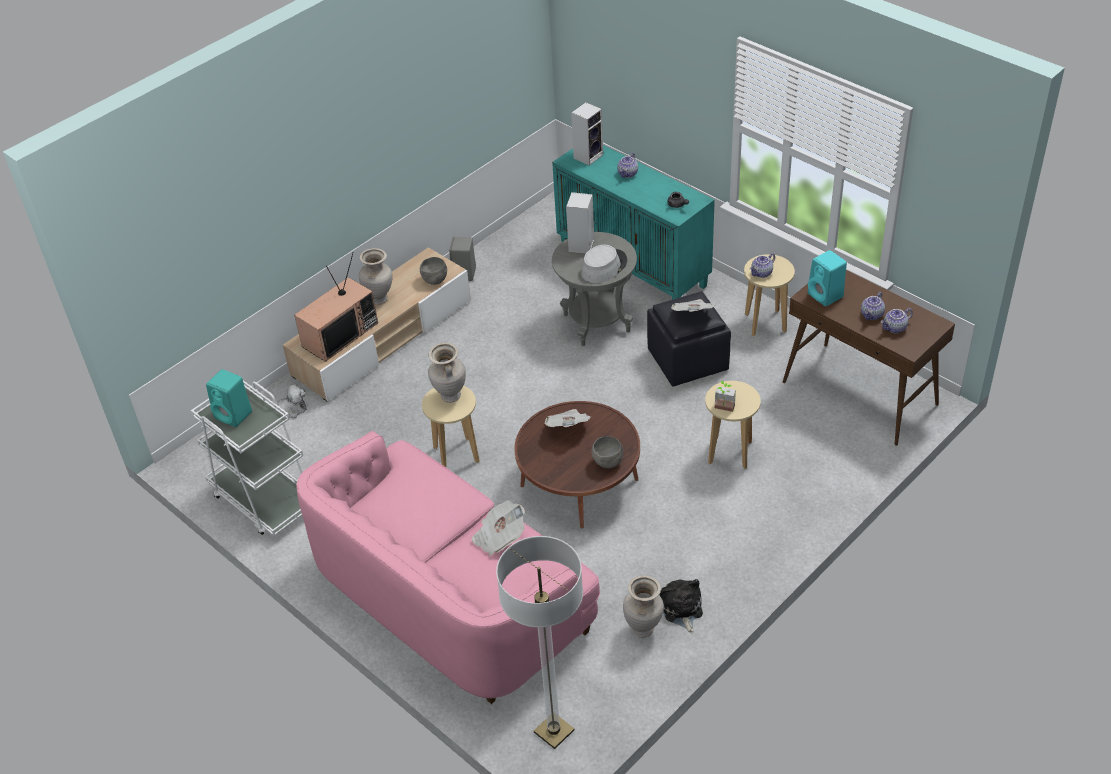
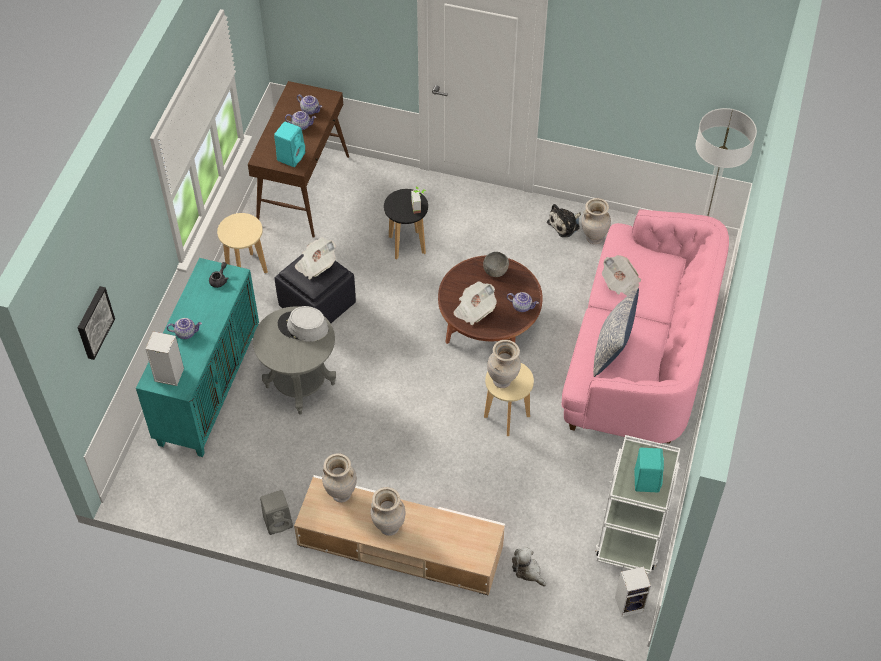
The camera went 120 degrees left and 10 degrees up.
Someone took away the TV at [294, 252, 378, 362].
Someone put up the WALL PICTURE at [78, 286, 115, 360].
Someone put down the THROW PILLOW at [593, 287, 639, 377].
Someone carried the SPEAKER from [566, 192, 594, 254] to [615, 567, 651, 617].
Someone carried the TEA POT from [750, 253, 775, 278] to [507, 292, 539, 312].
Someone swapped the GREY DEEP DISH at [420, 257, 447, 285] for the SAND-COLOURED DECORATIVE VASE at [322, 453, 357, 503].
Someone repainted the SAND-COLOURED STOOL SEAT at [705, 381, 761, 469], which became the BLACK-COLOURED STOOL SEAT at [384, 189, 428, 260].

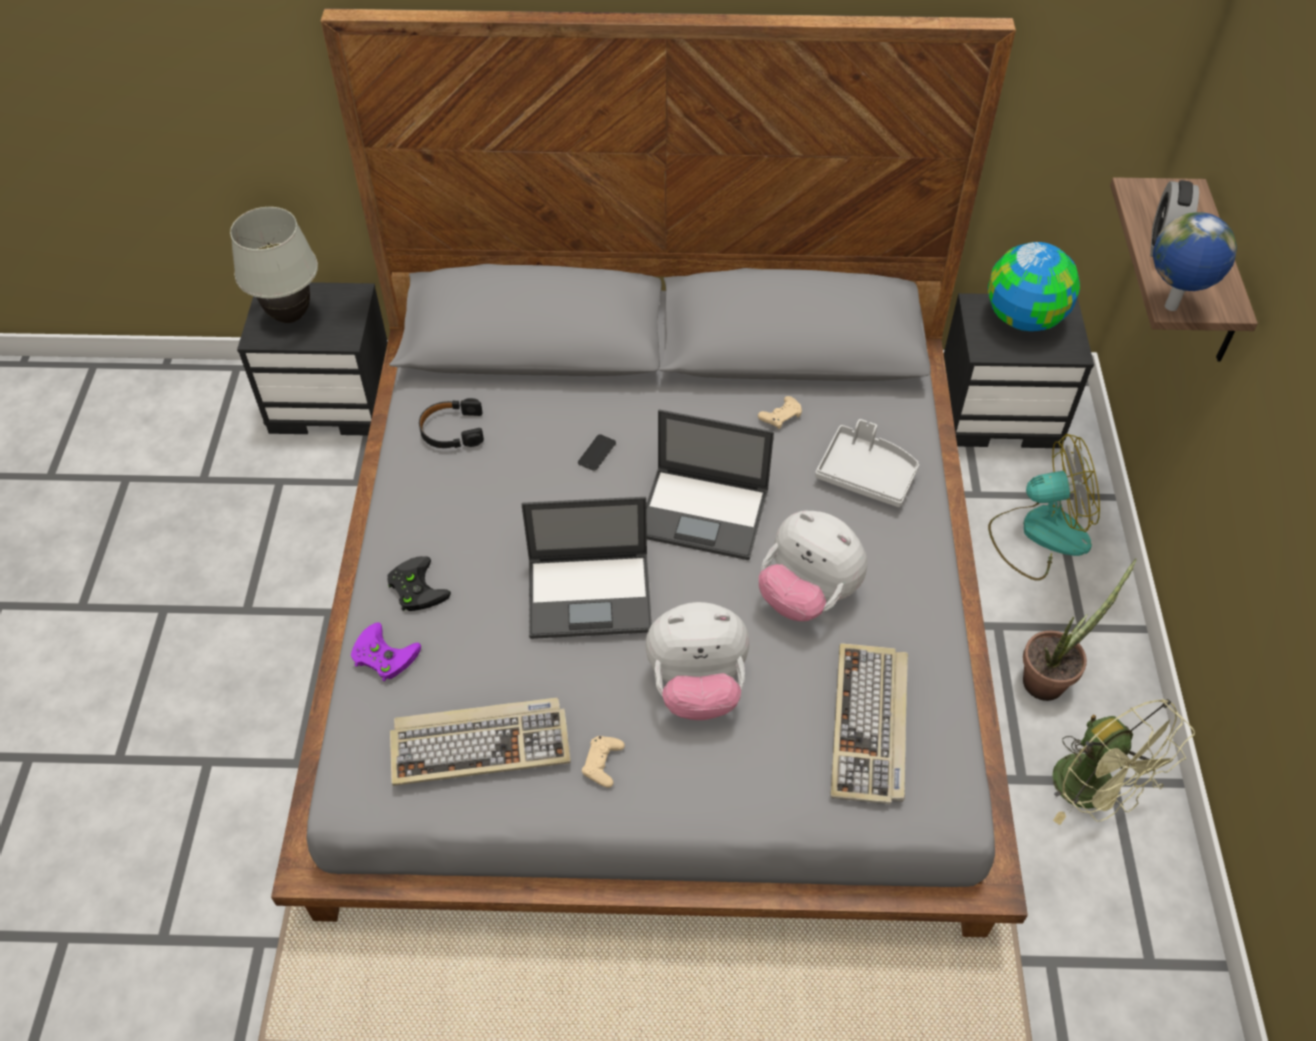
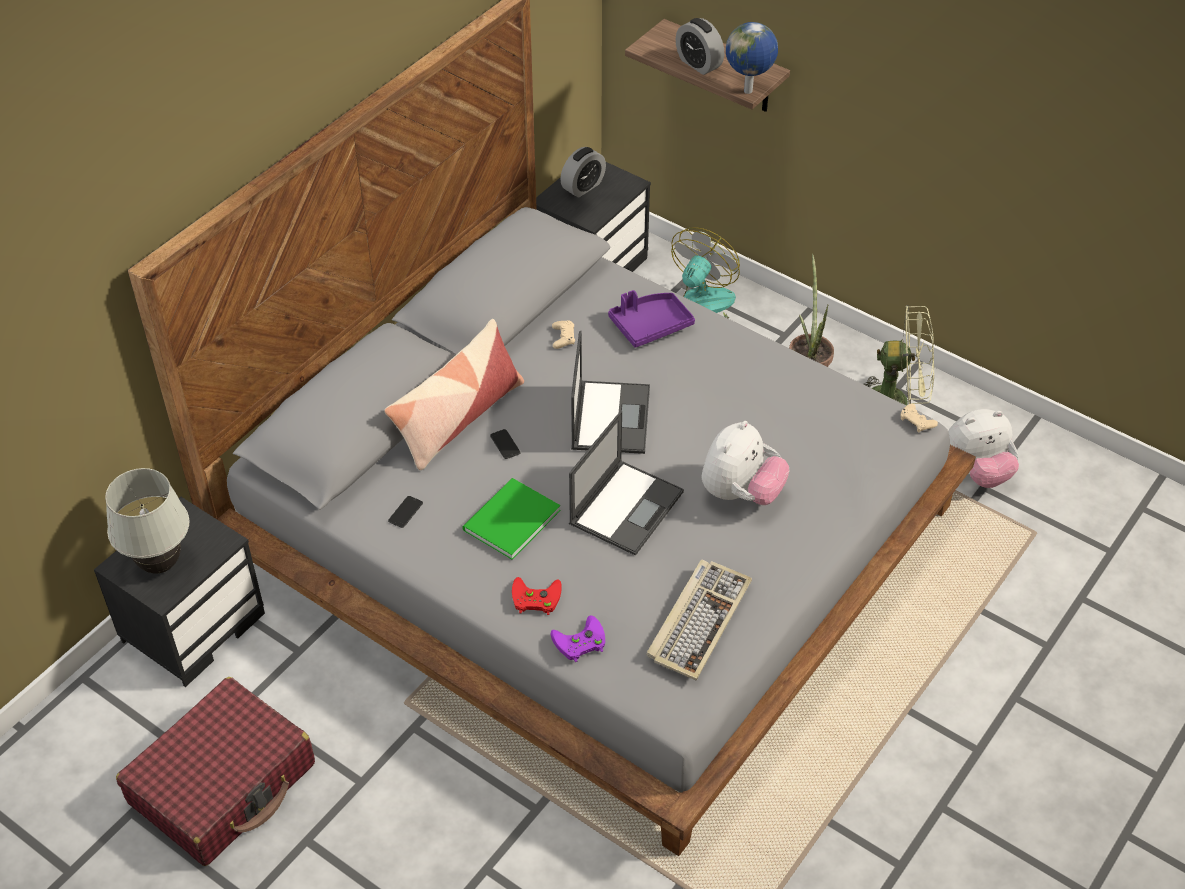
The camera went 55 degrees left and 5 degrees down.
Someone took away the KEYBOARD at [830, 643, 908, 804].
Someone put down the REDDISH PIECE OF LUGGAGE at [116, 677, 315, 866].
Someone put down the THROW PILLOW at [384, 319, 524, 470].
Someone put down the GREENISH VOLUME at [462, 478, 561, 560].
Someone carried the SAND-COLOURED GAMEPAD from [582, 736, 625, 788] to [900, 404, 938, 433].
Someone carried the SOFT TOY from [759, 511, 867, 621] to [948, 409, 1019, 488].
Someone swapped the BLACK-COLOURED HEADSET at [419, 398, 484, 448] for the HANDSET at [388, 496, 423, 528].
Someone swapped the GLOBE at [988, 242, 1080, 331] for the ALARM CLOCK at [560, 147, 606, 197].
Someone repainted the BLACK-COLOURED GAMEPAD at [387, 556, 451, 611], which became the REDDISH GAMEPAD at [512, 577, 562, 615].
Someone repainted the GREY SERVING TRAY at [815, 419, 919, 507], which became the PURPLISH SERVING TRAY at [608, 290, 695, 348].
Someone rotated the PORTABLE COMPUTER at [646, 409, 774, 560] by 45 degrees counterclockwise.

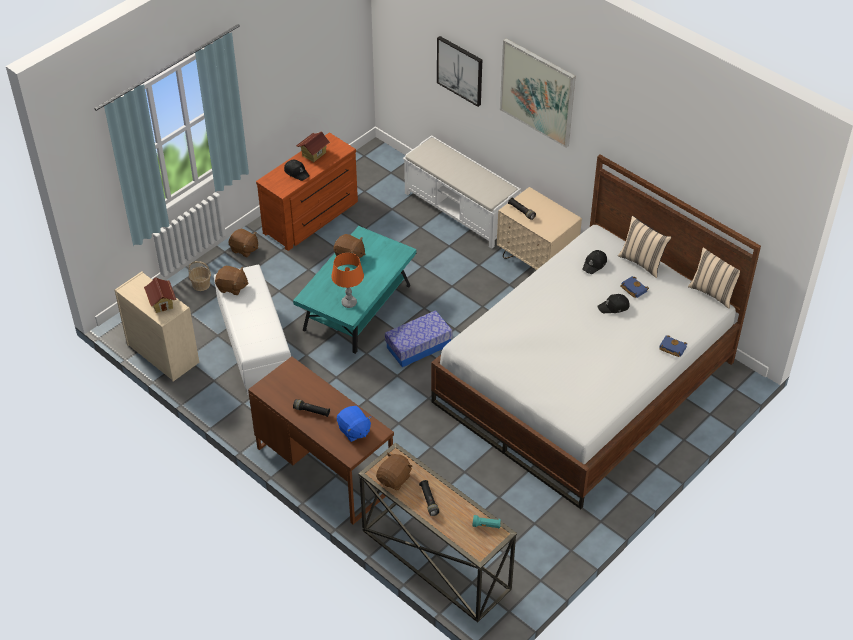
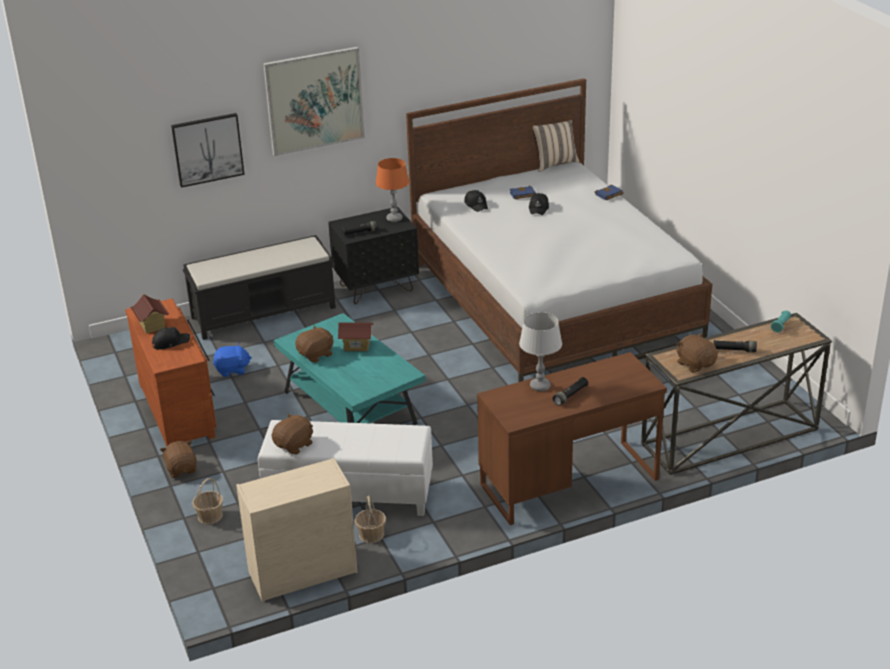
The camera went 65 degrees left and 15 degrees down.
Someone took away the STORAGE BOX at [385, 310, 453, 367].
Someone took away the SAND-COLOURED THROW PILLOW at [618, 216, 672, 278].
Someone put down the HOUSEHOLD BASKET at [355, 495, 386, 543].
Someone put down the GREY TABLE LAMP at [519, 312, 562, 391].
Someone carried the TOY HOUSE from [144, 277, 176, 313] to [338, 322, 374, 351].
Someone carried the ORANGEY TABLE LAMP from [331, 253, 364, 308] to [376, 158, 409, 222].
Someone carried the BLUISH SOFT TOY from [337, 406, 372, 442] to [213, 343, 252, 377].
Someone repainted the WHITE INDOOR BENCH at [403, 135, 522, 249], which became the BLACK-COLOURED INDOOR BENCH at [183, 235, 336, 340].
Someone repainted the SAND-COLOURED NIGHT TABLE at [497, 187, 582, 270], which became the BLACK-COLOURED NIGHT TABLE at [328, 207, 419, 304].
Someone rotated the BROWNISH SOFT TOY at [228, 229, 258, 257] by 75 degrees counterclockwise.

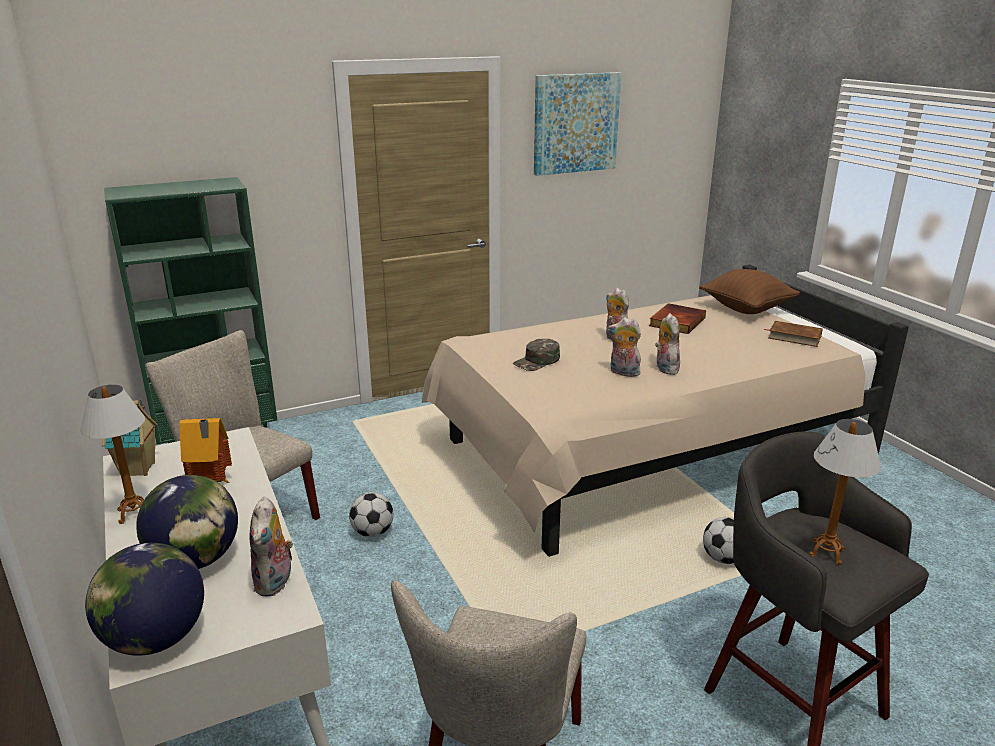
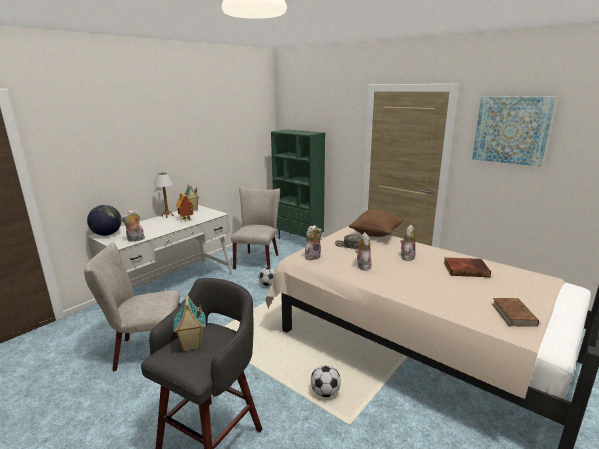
The camera went 65 degrees right and 5 degrees down.
Someone took away the GLOBE at [136, 475, 238, 569].
Someone carried the SOFT TOY from [655, 313, 680, 375] to [305, 225, 322, 260].
Someone carried the BROWNISH THROW PILLOW from [699, 269, 800, 314] to [349, 209, 403, 237].
Someone swapped the TABLE LAMP at [809, 419, 881, 565] for the TOY HOUSE at [173, 294, 206, 351].

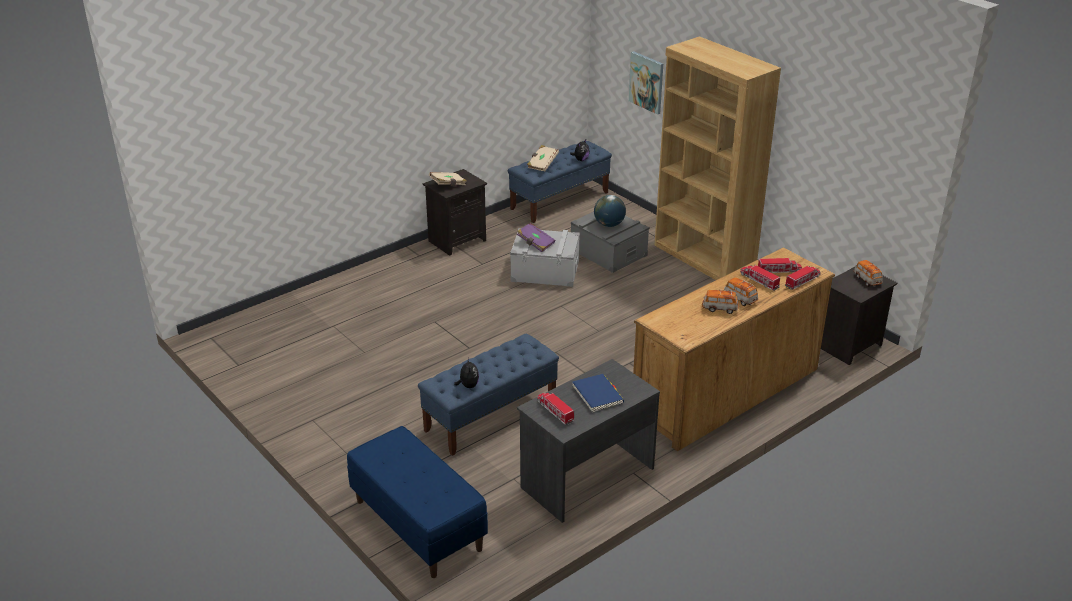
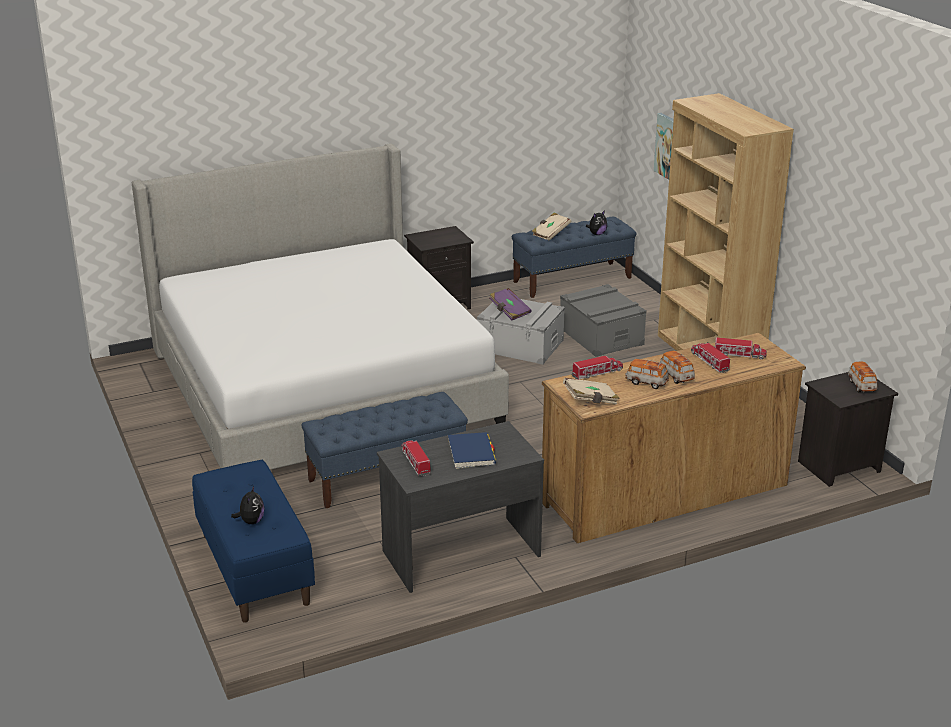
The camera went 15 degrees right and 5 degrees down.
Someone took away the GLOBE at [594, 195, 626, 227].
Someone put down the BEDROOM BED at [132, 144, 509, 470].
Someone carried the SAND-COLOURED VOLUME from [429, 172, 467, 186] to [563, 378, 620, 405].
Someone carried the SOFT TOY from [454, 358, 479, 388] to [231, 486, 265, 524].
Someone carried the TOY LORRY from [785, 266, 820, 290] to [571, 356, 623, 379].

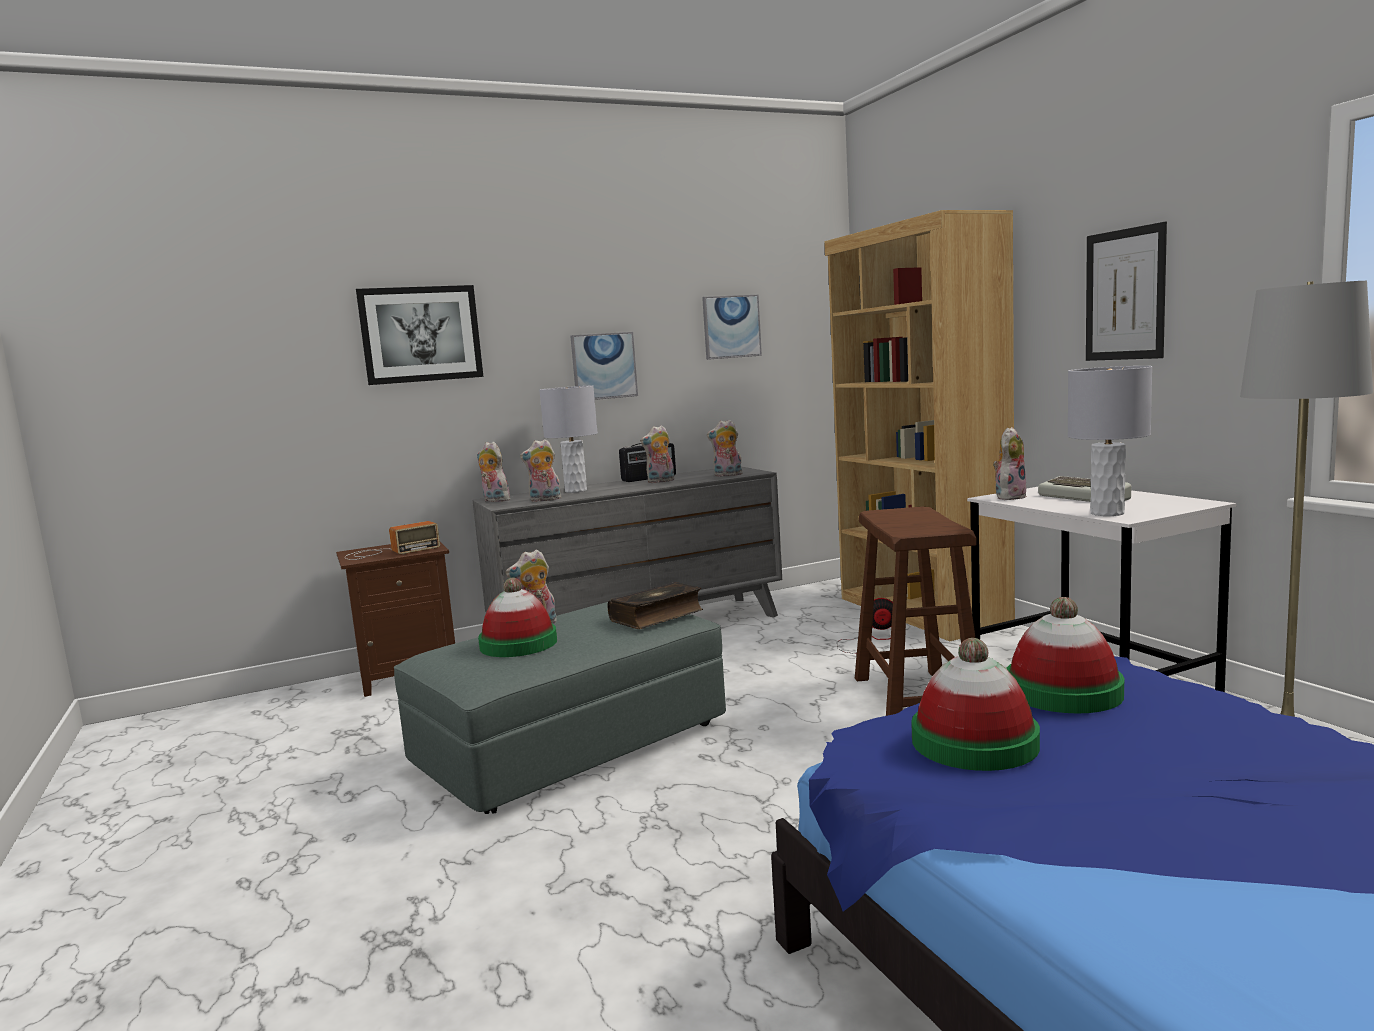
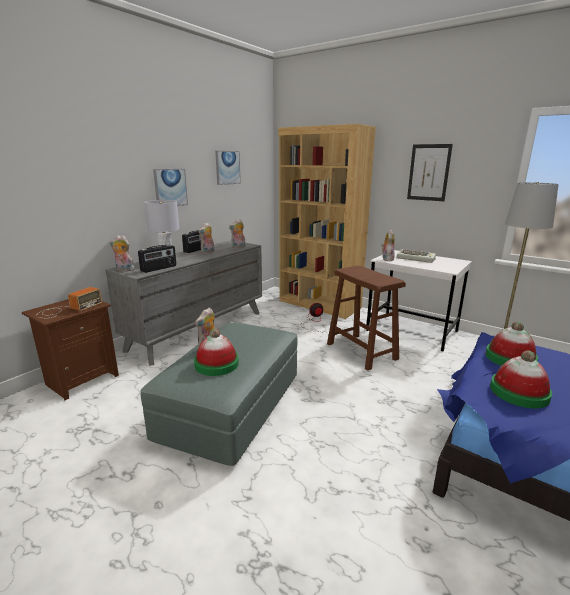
The camera went 30 degrees left and 10 degrees up.
Someone took away the WALL PICTURE at [356, 285, 483, 385].
Someone took away the VOLUME at [608, 582, 703, 629].
Someone took away the GREY TABLE LAMP at [1068, 366, 1152, 516].
Someone swapped the SOFT TOY at [520, 439, 563, 502] for the RADIO SET at [138, 245, 176, 273].

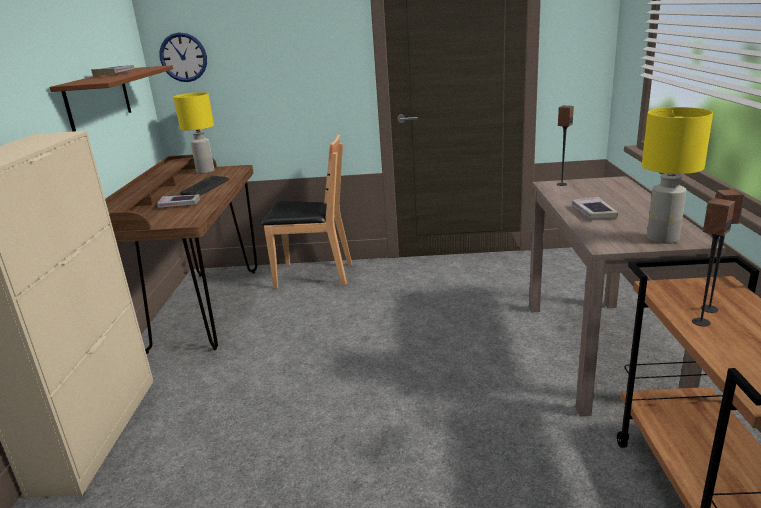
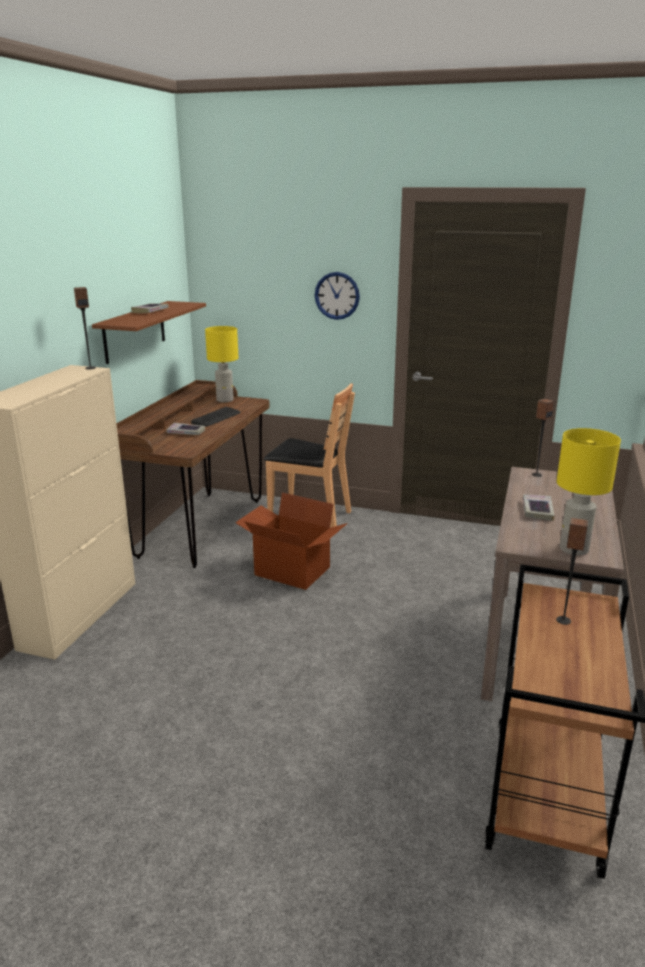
The camera went 15 degrees right and 0 degrees up.
Someone put down the CARTON at [235, 493, 348, 590].
Someone carried the WALL CLOCK from [159, 32, 207, 82] to [315, 272, 360, 320].
Someone carried the SPEAKER from [692, 198, 735, 326] to [74, 287, 96, 369].

